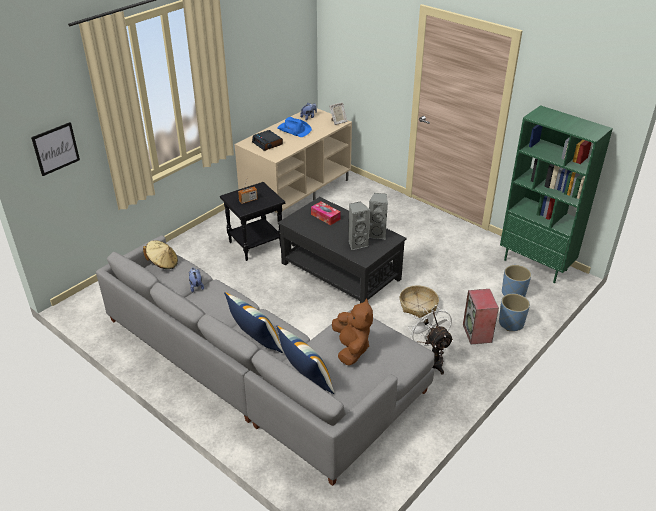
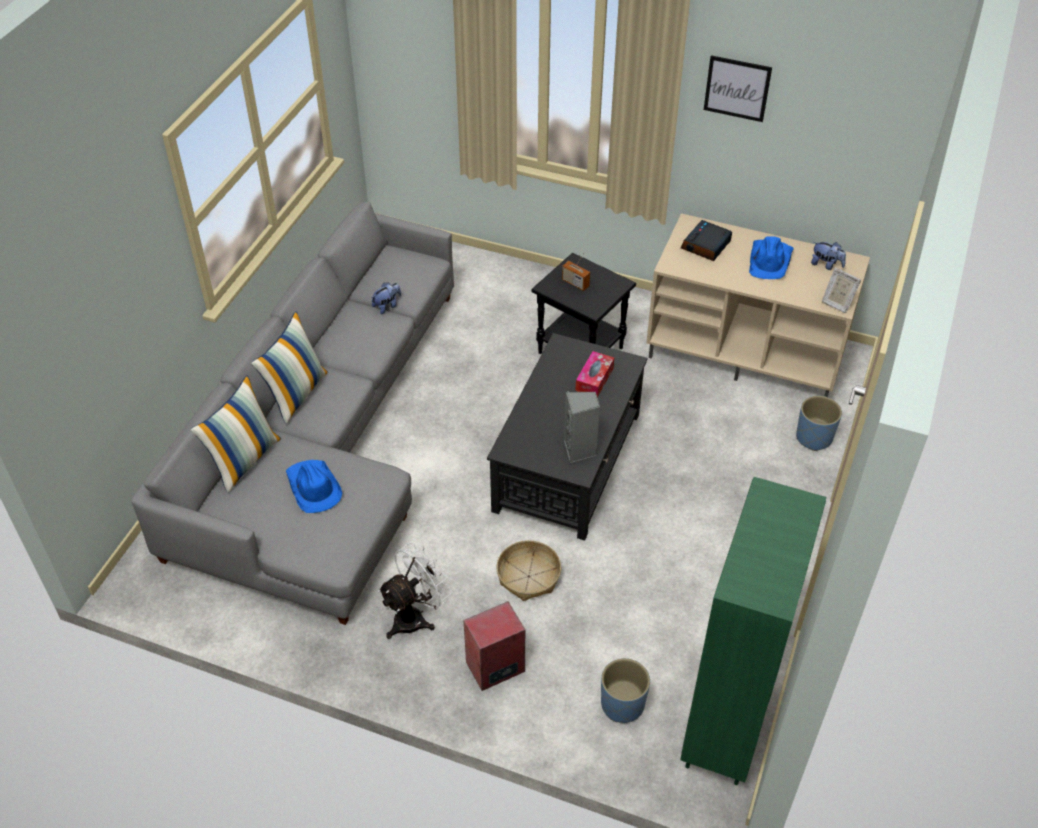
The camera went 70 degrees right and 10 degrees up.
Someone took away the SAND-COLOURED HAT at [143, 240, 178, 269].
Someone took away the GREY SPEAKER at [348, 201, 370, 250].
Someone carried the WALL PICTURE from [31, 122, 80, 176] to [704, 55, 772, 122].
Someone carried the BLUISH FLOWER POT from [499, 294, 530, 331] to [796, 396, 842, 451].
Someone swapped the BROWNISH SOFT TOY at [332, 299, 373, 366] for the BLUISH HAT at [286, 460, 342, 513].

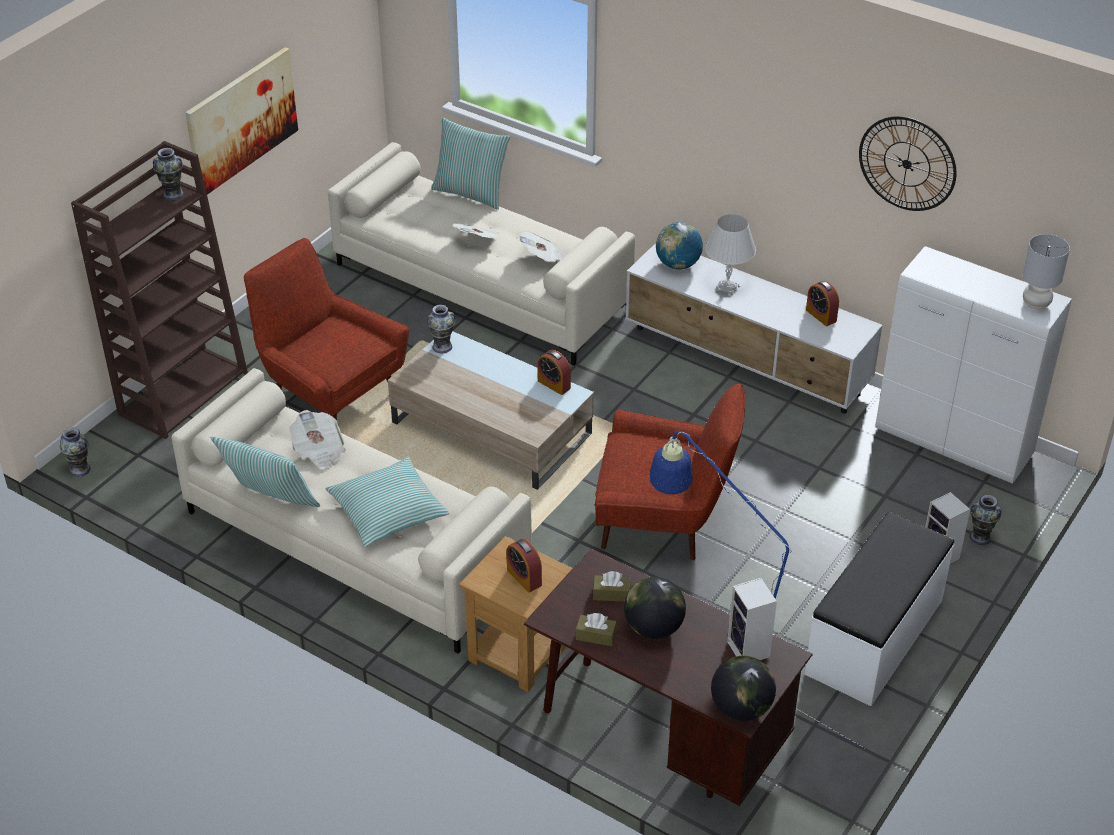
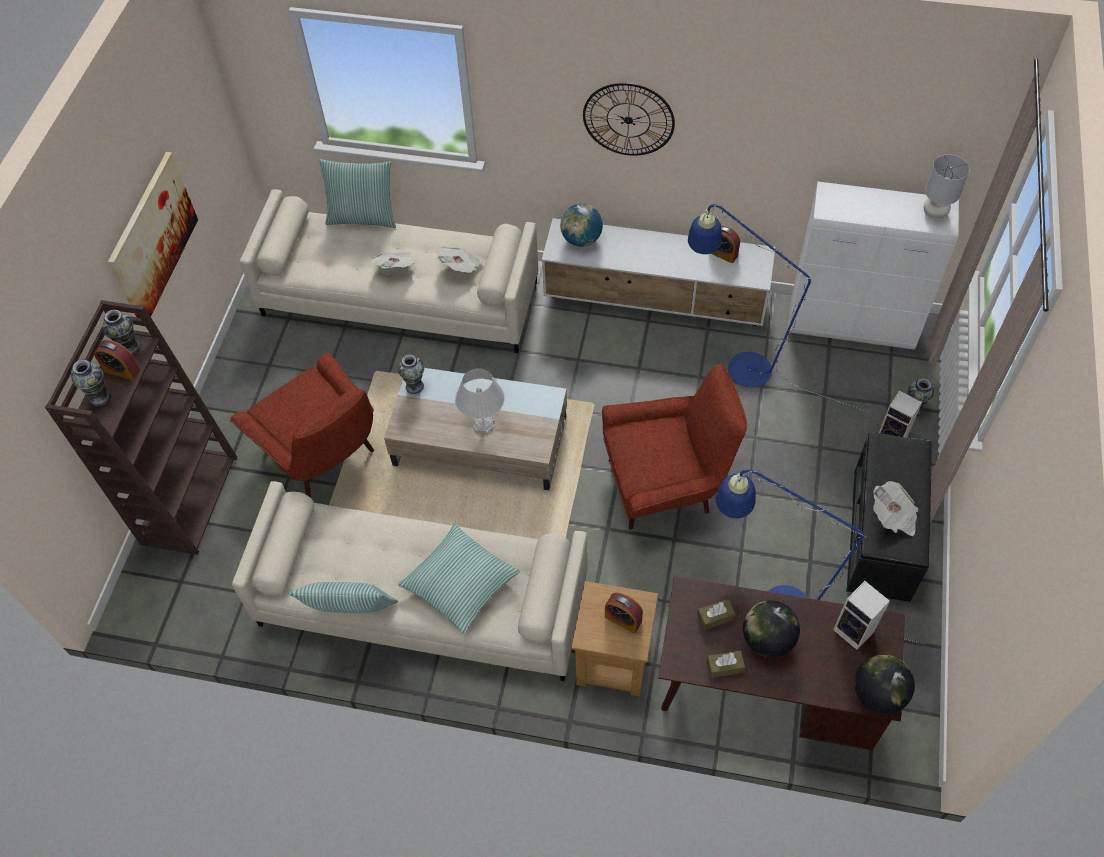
The camera went 20 degrees left and 15 degrees up.
Someone put down the BLUISH STANDING LAMP at [688, 204, 867, 412].
Someone carried the DECORATIVE VASE from [60, 428, 91, 477] to [70, 360, 111, 406].
Someone carried the PRINTED PAPER from [289, 410, 346, 469] to [873, 481, 919, 536].
Someone carried the ALARM CLOCK from [537, 350, 571, 395] to [94, 340, 140, 381].
Someone carried the WHITE TABLE LAMP from [705, 214, 756, 296] to [455, 368, 505, 433].
Someone carried the WALL CLOCK from [859, 116, 956, 211] to [583, 83, 675, 156].
Someone repainted the WHITE INDOOR BENCH at [805, 512, 955, 706], which became the BLACK-COLOURED INDOOR BENCH at [846, 432, 932, 602].
Someone rotated the REDDISH LOUNGE CHAIR at [244, 238, 409, 420] by 150 degrees counterclockwise.

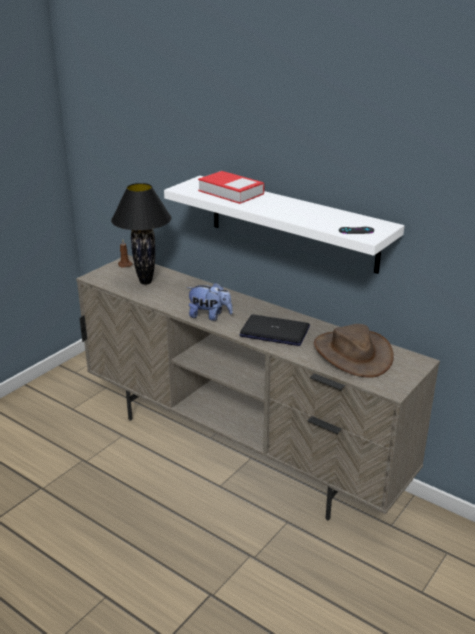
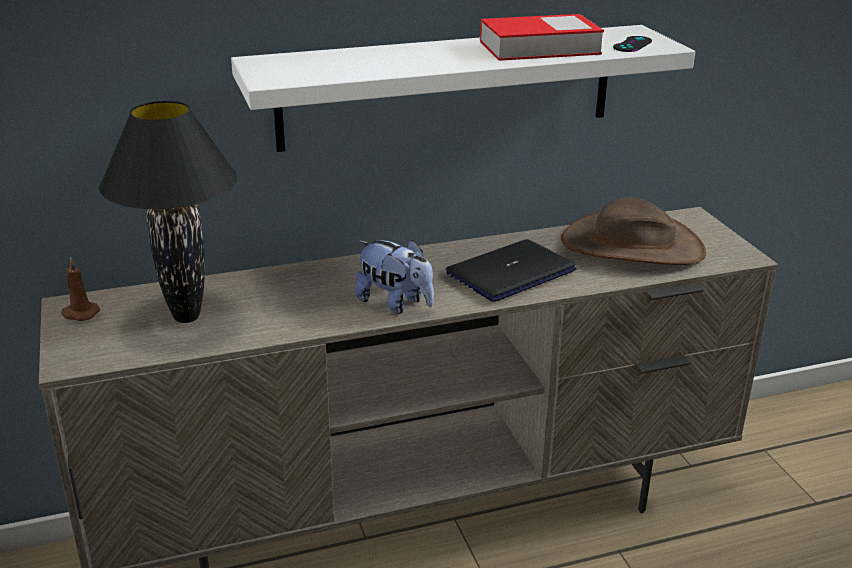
The camera went 55 degrees left and 0 degrees up.
Someone carried the VOLUME from [198, 171, 264, 204] to [480, 14, 604, 61].
Someone rotated the SOFT TOY at [186, 282, 233, 321] by 75 degrees clockwise.

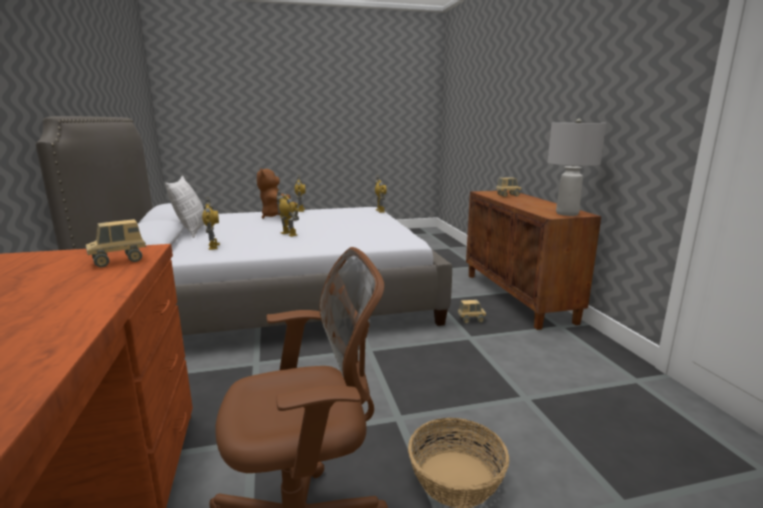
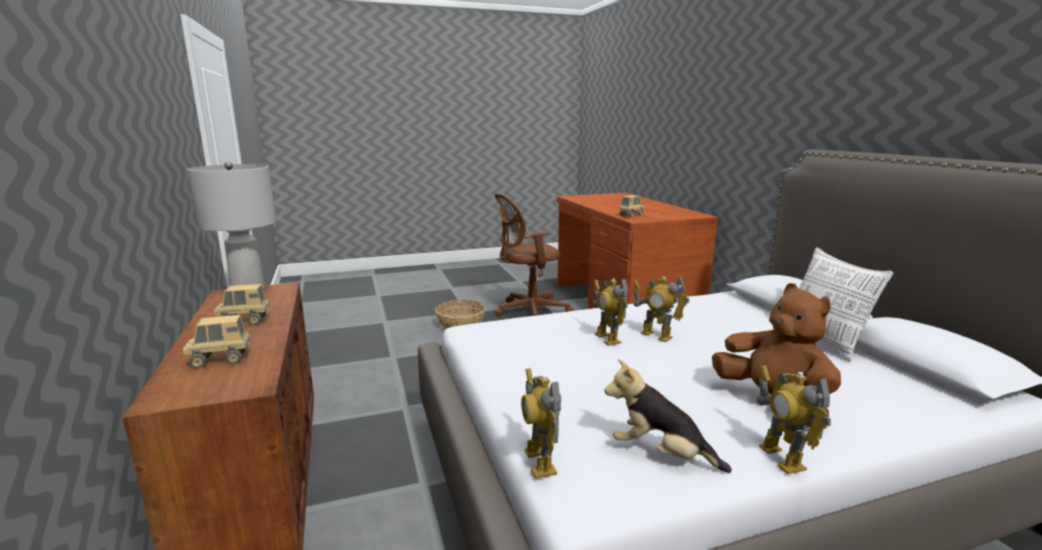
The camera went 175 degrees right and 0 degrees up.
Someone put down the SOFT TOY at [604, 359, 732, 473].
Someone carried the TOY ROBOT from [202, 198, 220, 250] to [593, 278, 628, 346].
Someone carried the TOY LORRY from [458, 300, 486, 324] to [213, 284, 270, 325].

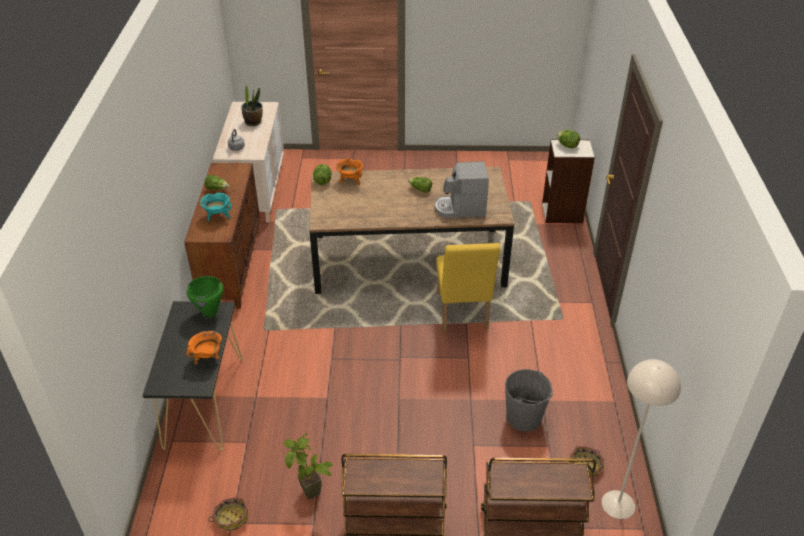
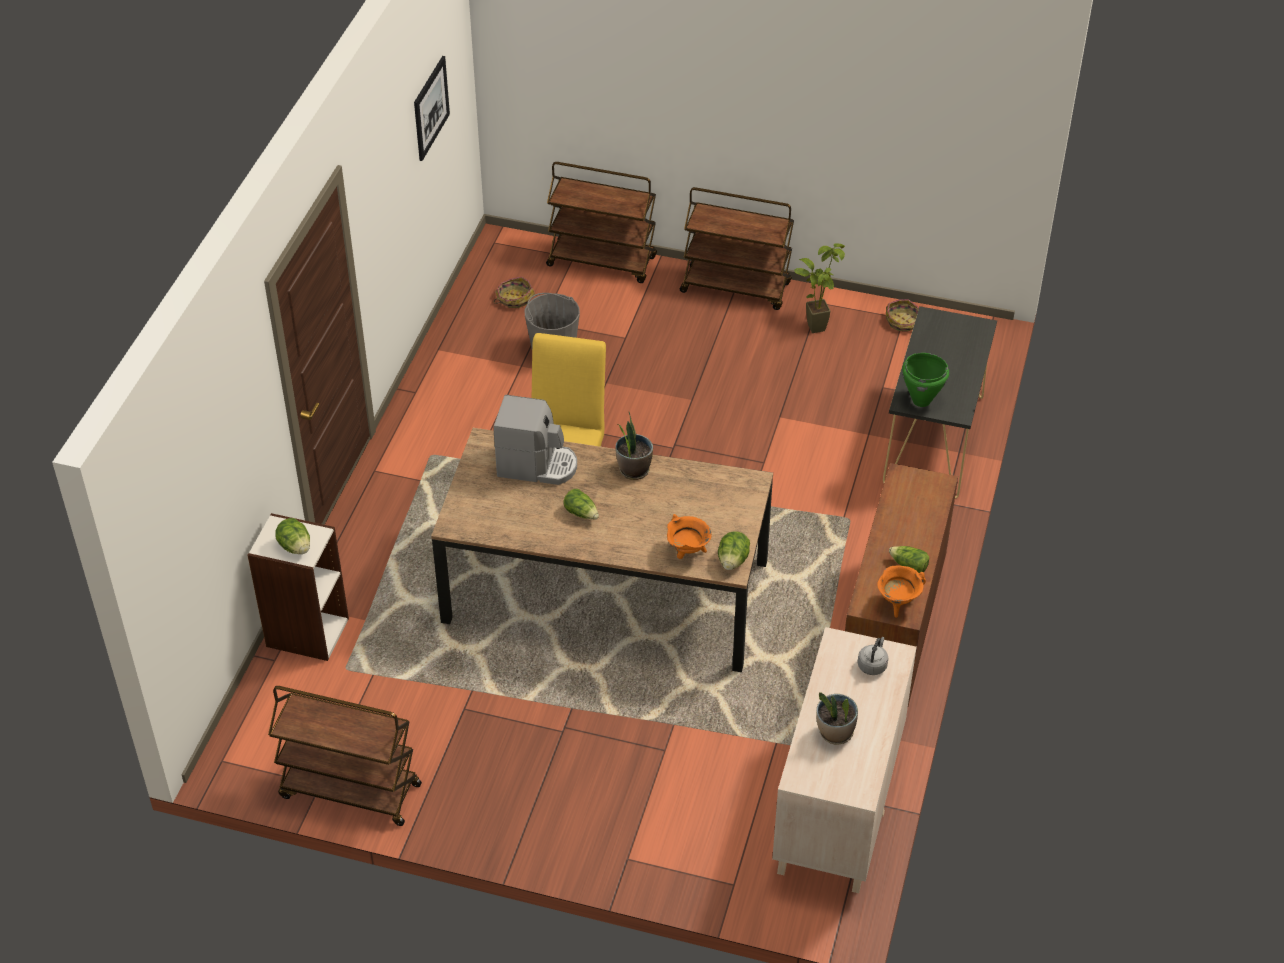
The camera went 165 degrees left and 5 degrees up.
Someone took away the TURQUOISE STOCKPOT at [200, 192, 232, 221].
Someone took away the SAND-COLOURED STANDING LAMP at [602, 359, 681, 519].
Someone put down the BROWNISH WHEELED CART at [268, 686, 422, 826].
Someone put up the WALL PICTURE at [414, 56, 450, 161].
Someone put down the POTTED PLANT at [616, 412, 653, 480].
Someone carried the ORANGEY STOCKPOT from [186, 331, 222, 365] to [877, 566, 926, 618].

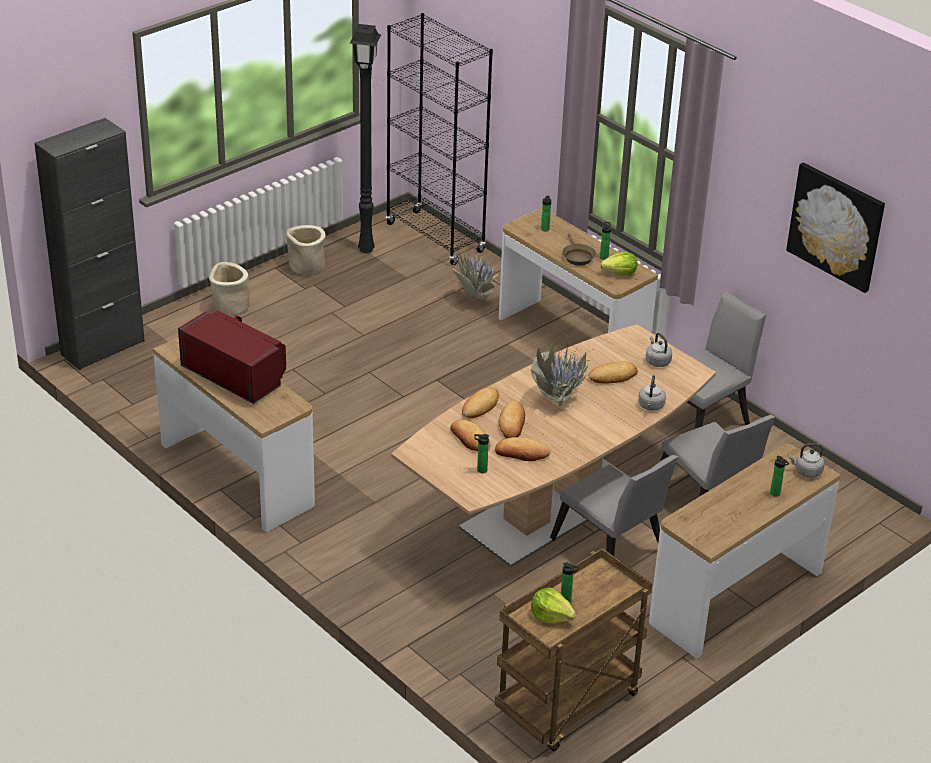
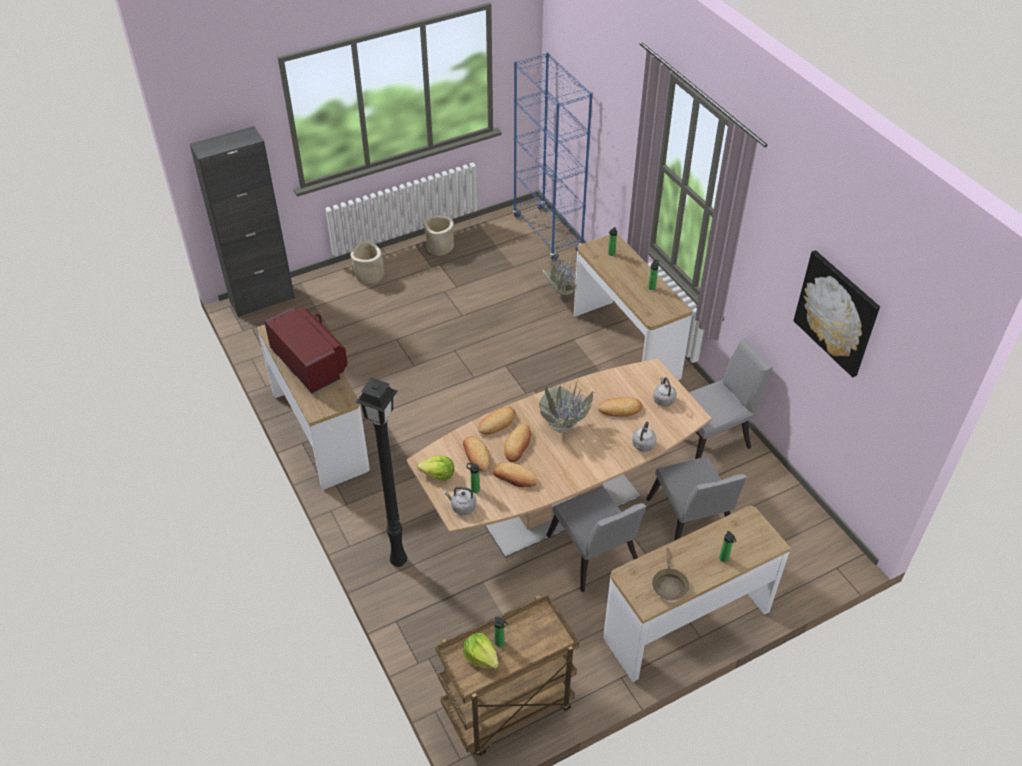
The camera went 15 degrees right and 10 degrees up.
Someone carried the BLACK-COLOURED STANDING LAMP from [350, 24, 381, 253] to [355, 378, 407, 567].
Someone carried the BROWNISH SKILLET from [562, 234, 596, 266] to [652, 548, 689, 600].
Someone carried the LETTUCE HEAD from [600, 252, 637, 275] to [418, 456, 454, 481].
Someone carried the GREY WATER KETTLE from [788, 443, 825, 478] to [445, 487, 476, 515].
Someone repainted the BLACK-COLOURED BOOKCASE at [386, 13, 493, 265], which became the BLUISH BOOKCASE at [513, 52, 593, 260].

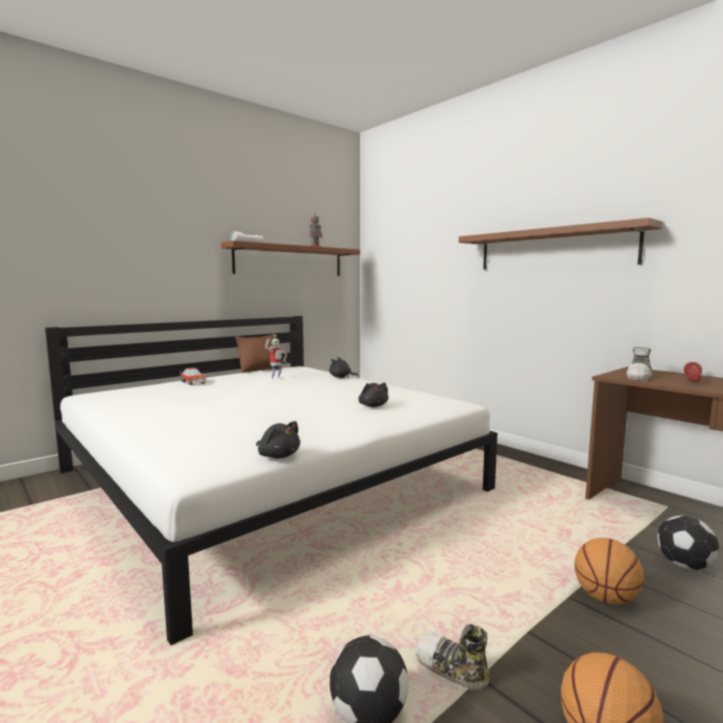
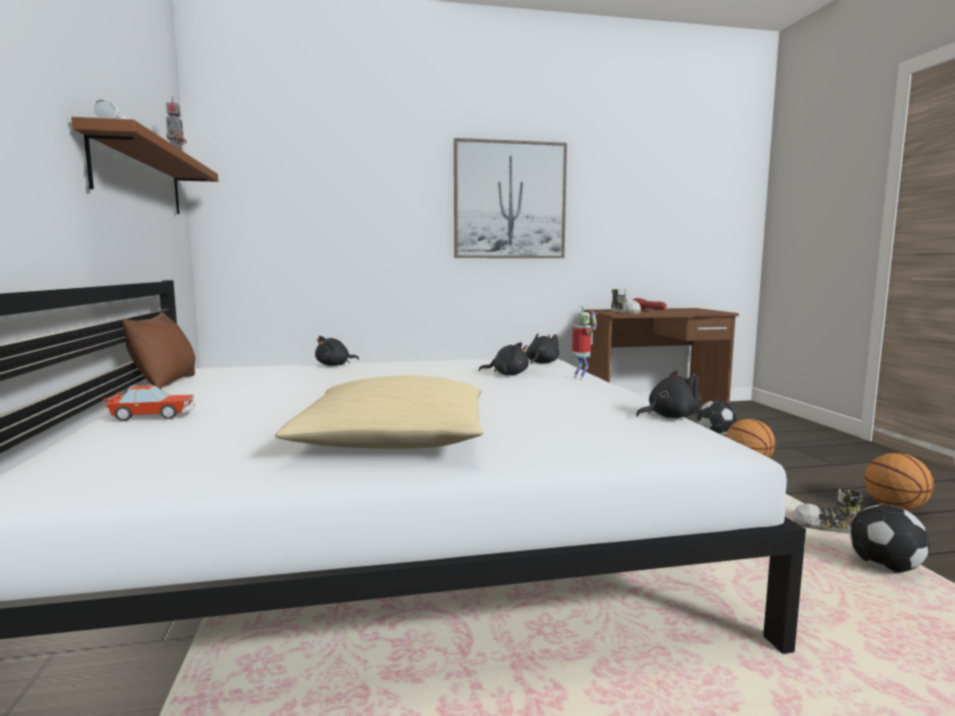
The camera went 60 degrees left and 0 degrees up.
Someone put down the SAND-COLOURED THROW PILLOW at [275, 375, 483, 449].
Someone put down the BLACK-COLOURED SOFT TOY at [526, 334, 559, 364].
Someone carried the TOY ROBOT from [265, 335, 287, 379] to [572, 306, 598, 380].
Someone swapped the BROWNISH WALL SHELF at [459, 218, 663, 270] for the WALL PICTURE at [454, 138, 567, 258].
Someone rotated the ITEM OF FOOTWEAR at [415, 624, 489, 690] by 45 degrees clockwise.

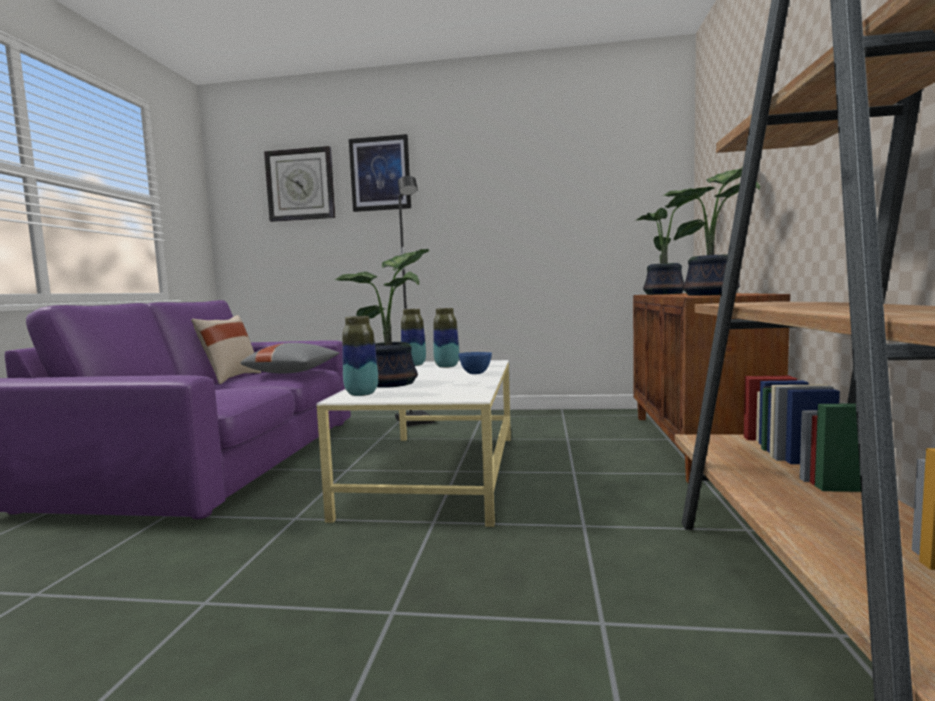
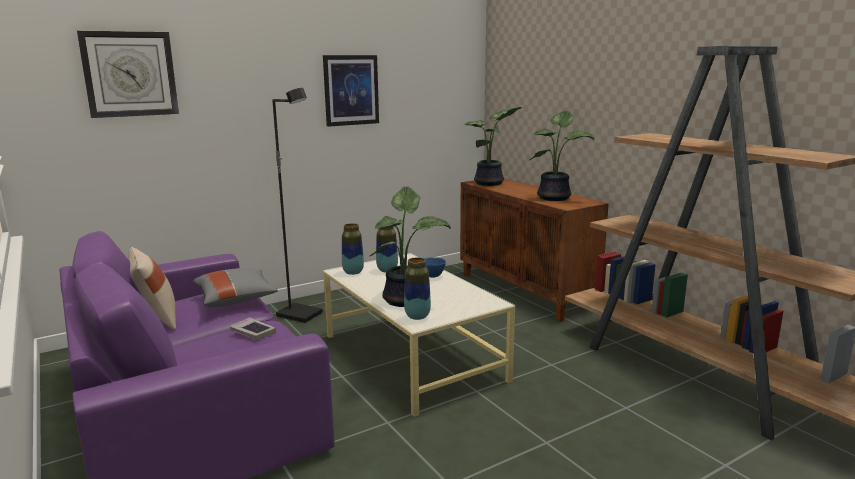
The camera went 40 degrees left and 10 degrees up.
Someone put down the VOLUME at [230, 318, 276, 340].
Someone carried the WALL PICTURE from [349, 134, 411, 212] to [323, 55, 379, 127].

